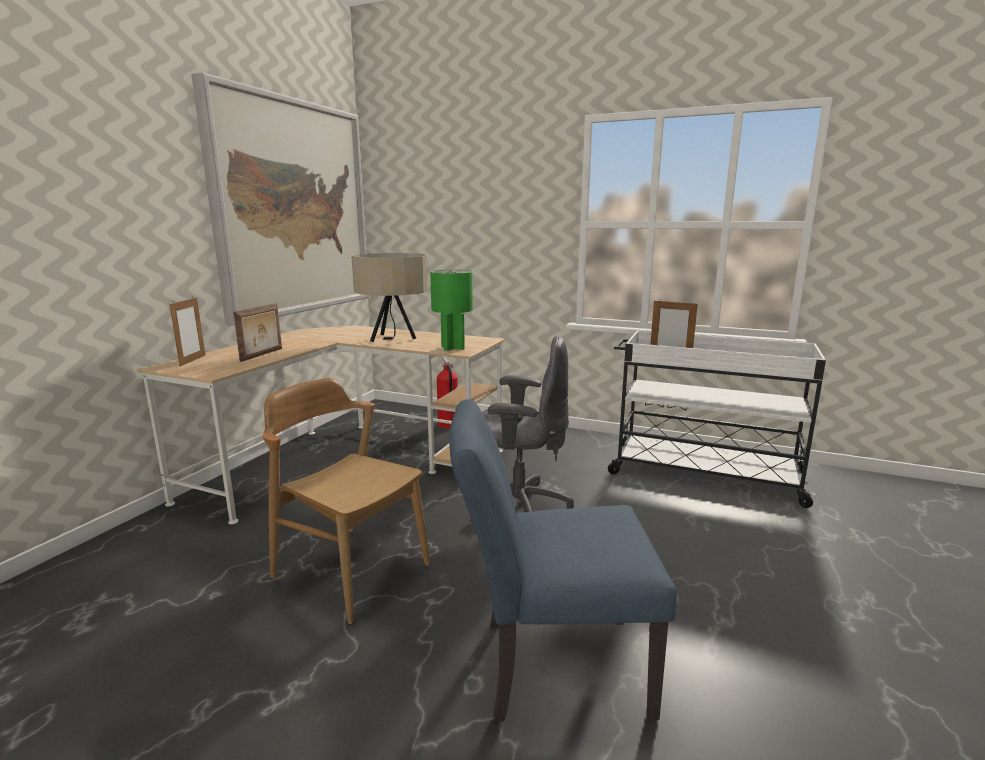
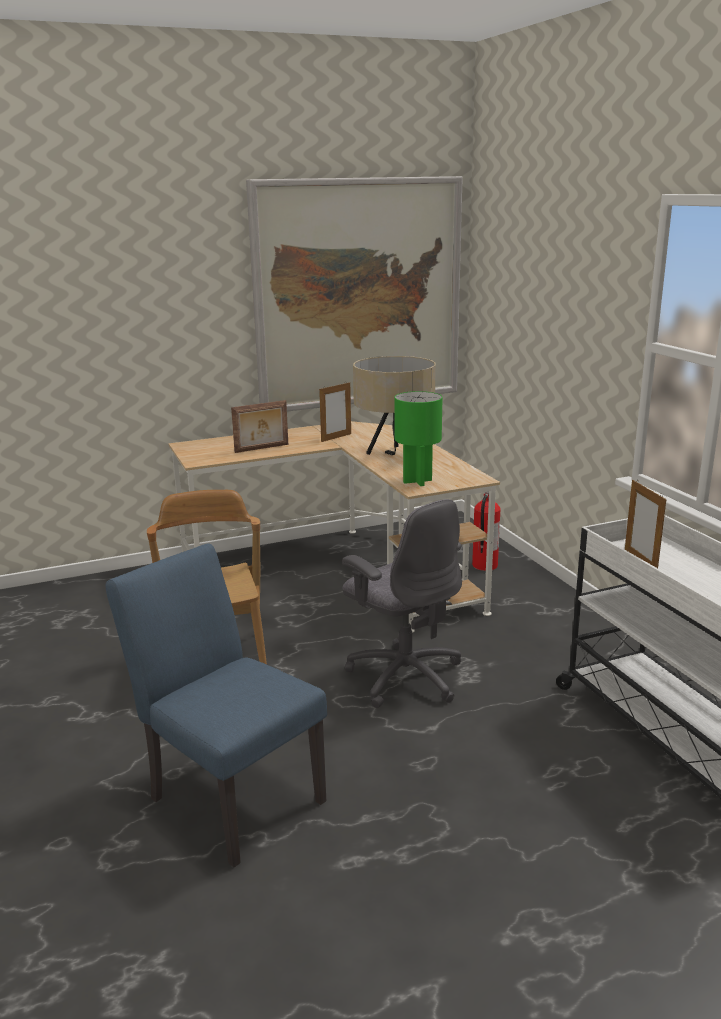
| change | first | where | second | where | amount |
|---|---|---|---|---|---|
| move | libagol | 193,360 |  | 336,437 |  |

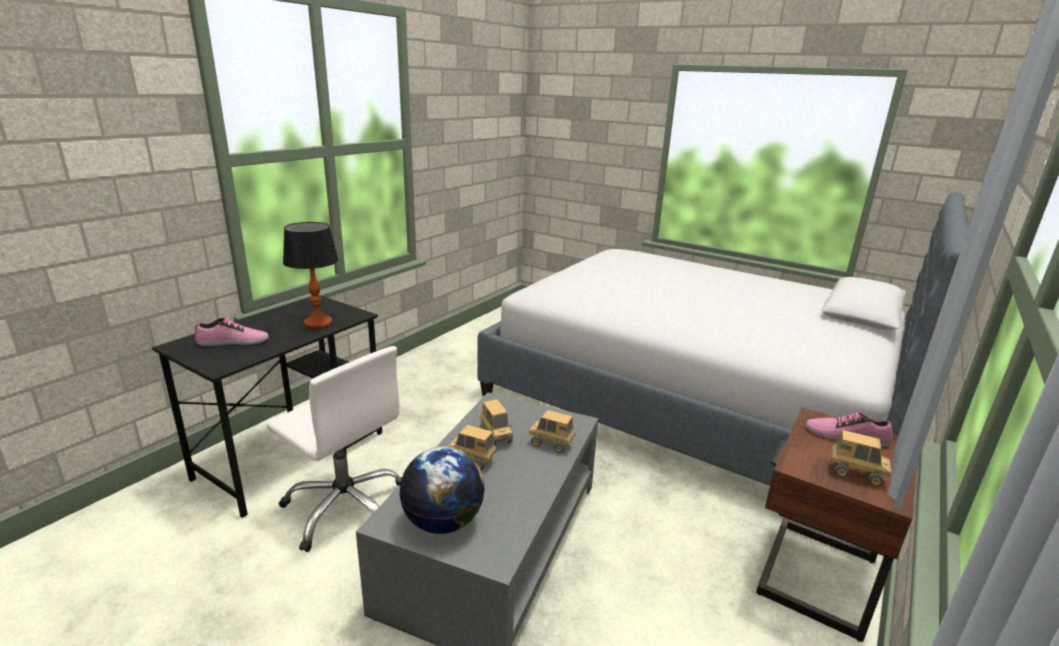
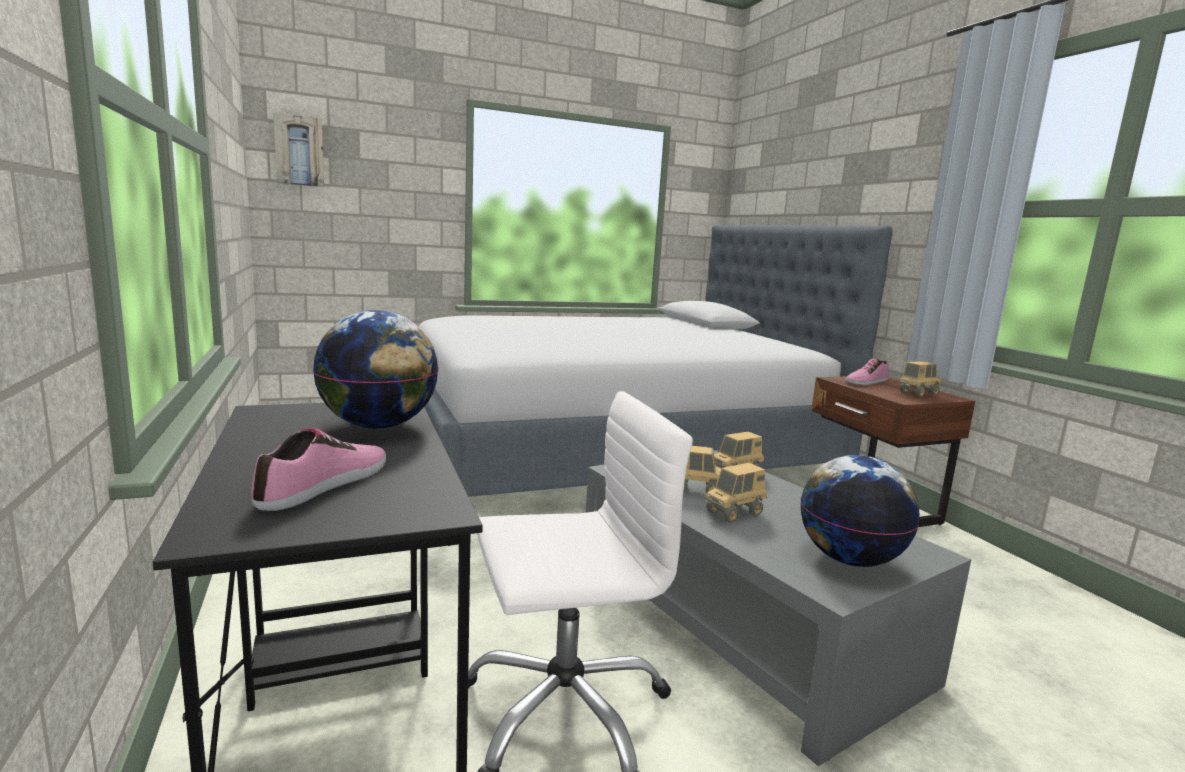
| change | first | where | second | where | amount |
|---|---|---|---|---|---|
| insert |  |  | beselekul | 299,151 |  |
| replace | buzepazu | 318,323 | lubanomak | 378,426 |  |

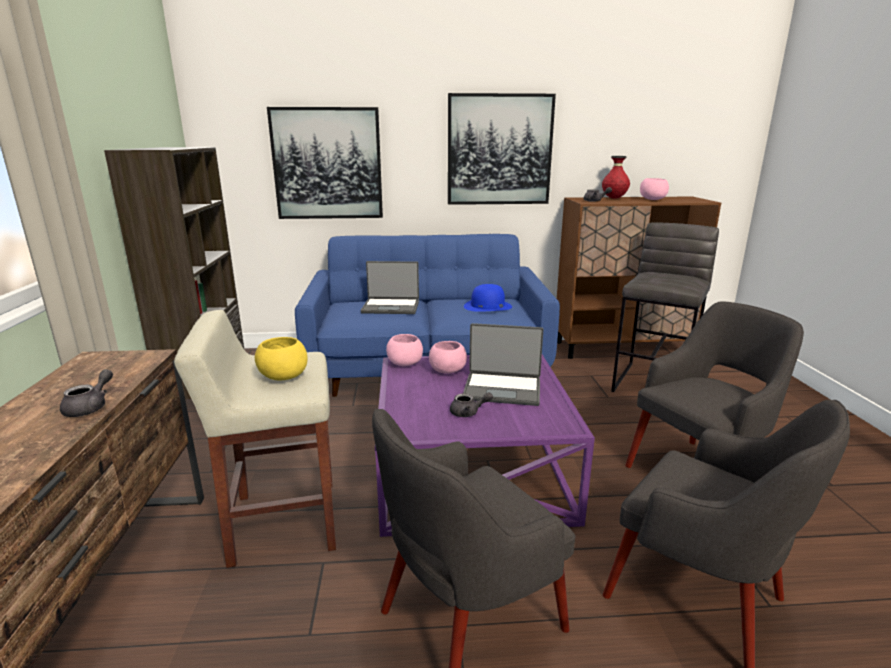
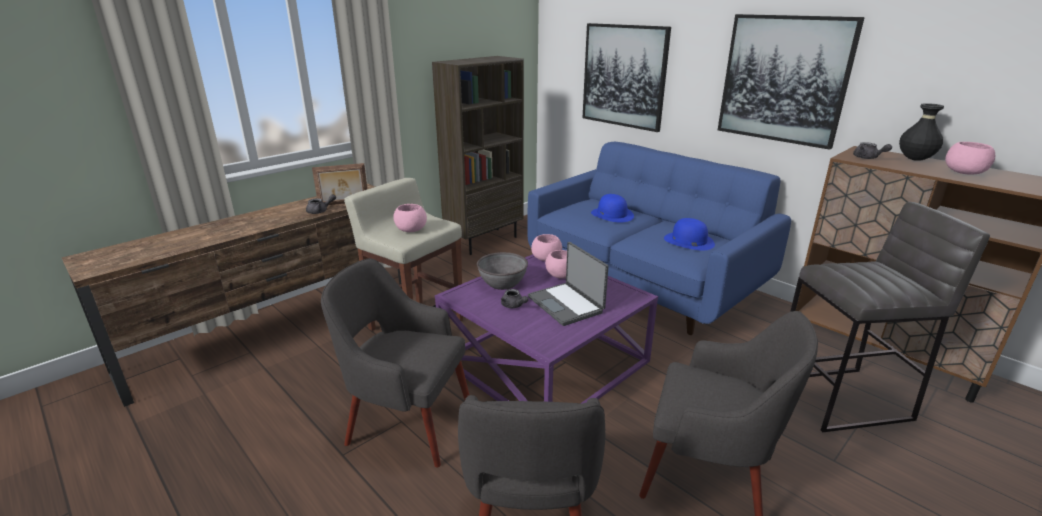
| change | first | where | second | where | amount |
|---|---|---|---|---|---|
| insert |  |  | libagol | 344,203 |  |
| insert |  |  | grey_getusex | 502,283 |  |
| replace | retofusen | 391,307 | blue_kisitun | 612,214 |  |
| recolor | yellow_getusex | 283,377 | pink_getusex | 410,230 |  |
| recolor | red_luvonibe | 614,198 | black_luvonibe | 914,160 |  |

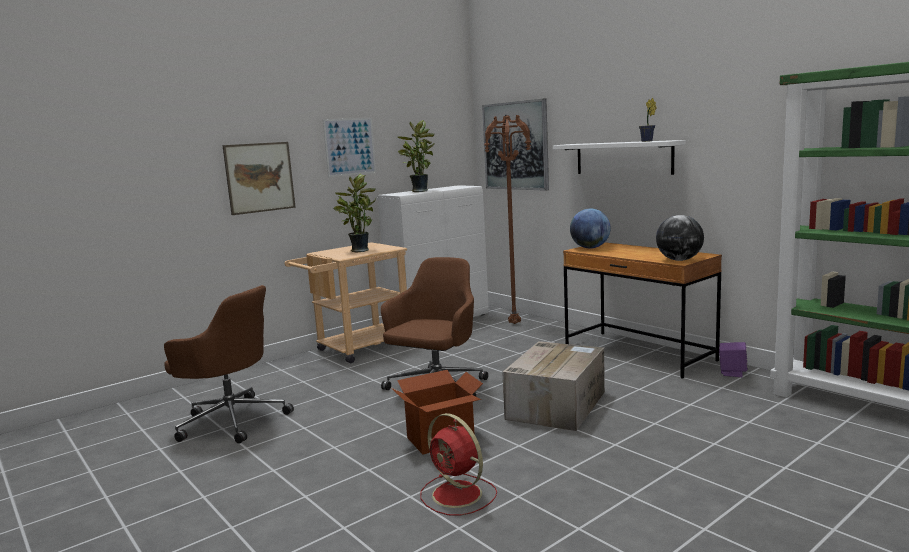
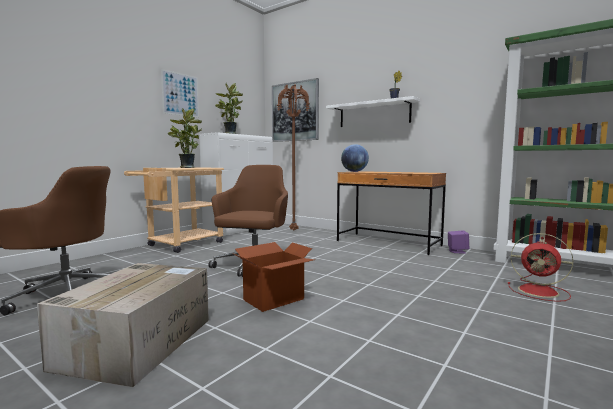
| change | first | where | second | where | amount |
|---|---|---|---|---|---|
| delete | beselekul | 260,177 |  |  |  |
| delete | lubanomak | 679,260 |  |  |  |
| move | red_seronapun | 458,495 |  | 540,291 |  |
| move | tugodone | 556,404 |  | 138,341 |  |

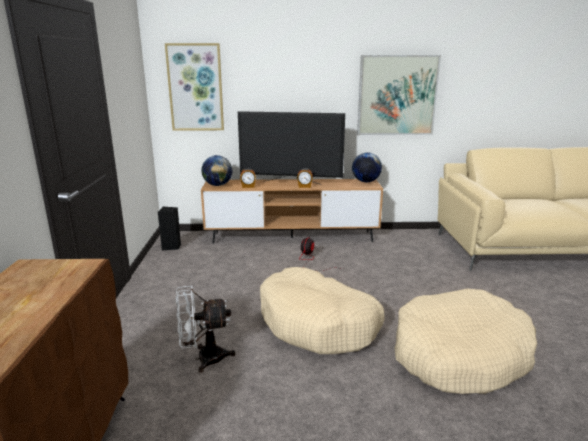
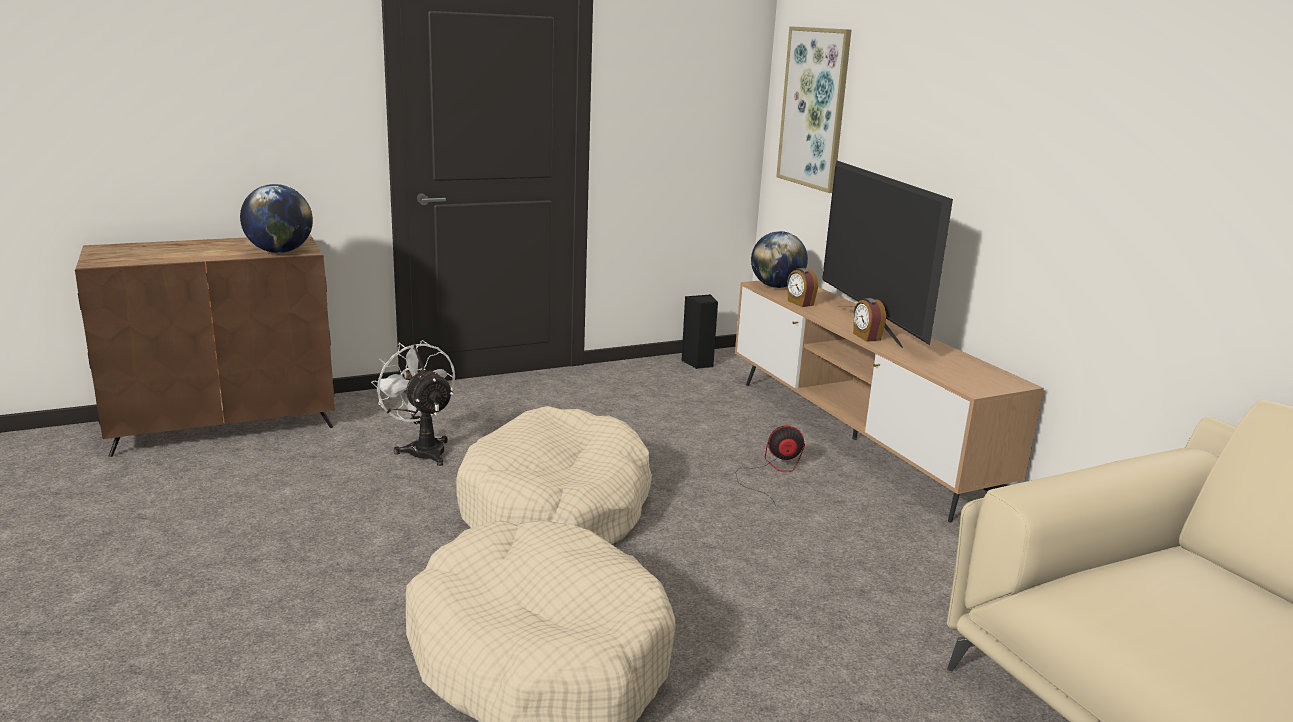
| change | first | where | second | where | amount |
|---|---|---|---|---|---|
| delete | beselekul | 397,95 |  |  |  |
| move | lubanomak | 366,181 |  | 279,252 |  |

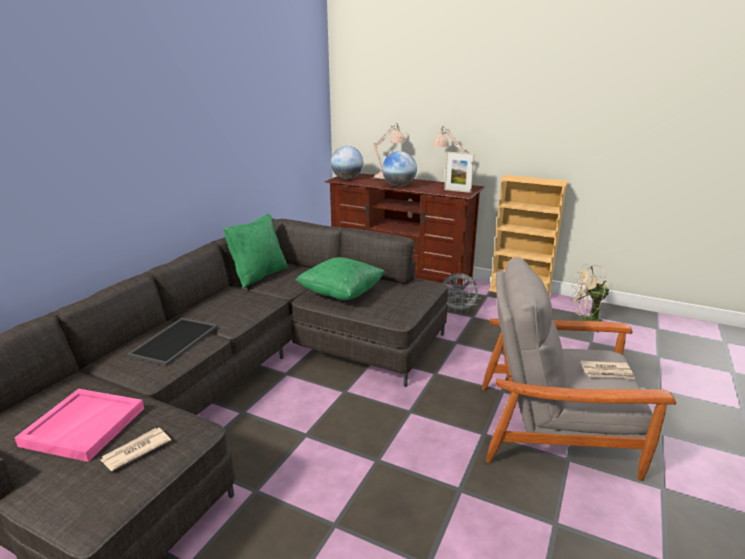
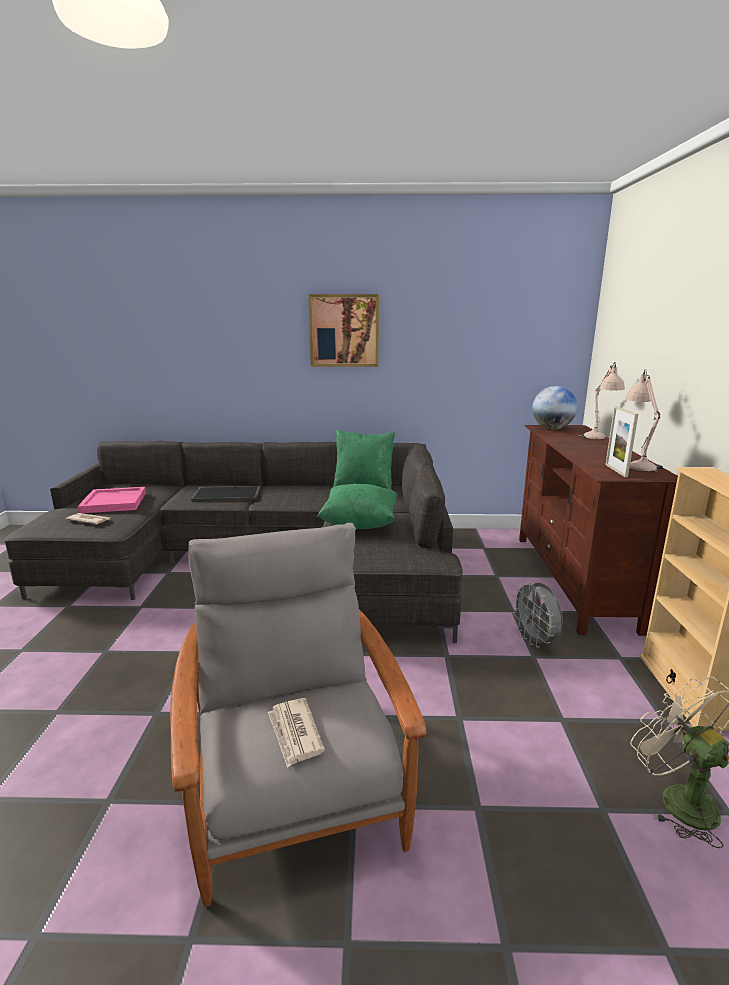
| change | first | where | second | where | amount |
|---|---|---|---|---|---|
| delete | lubanomak | 399,186 |  |  |  |
| insert |  |  | beselekul | 344,331 |  |

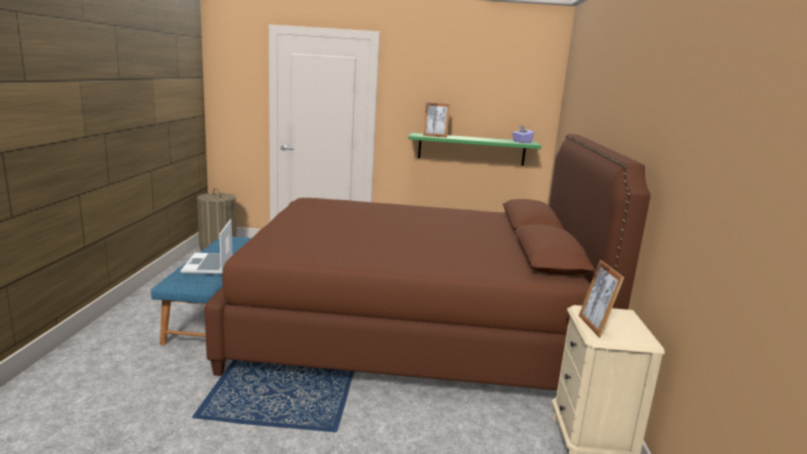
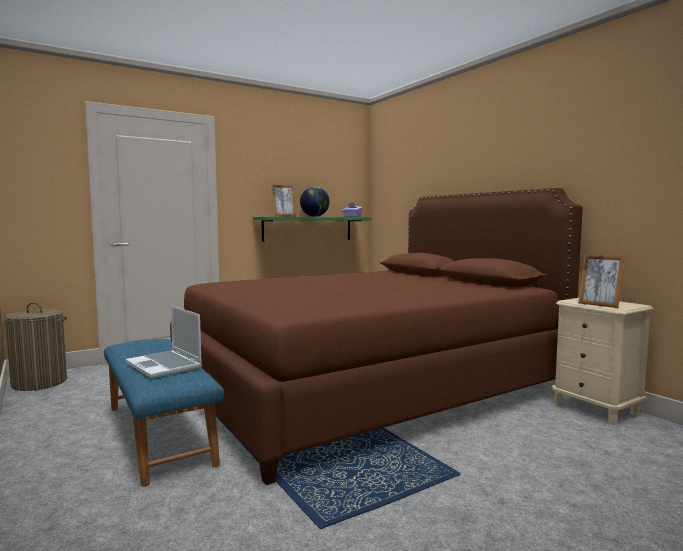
| change | first | where | second | where | amount |
|---|---|---|---|---|---|
| insert |  |  | lubanomak | 314,216 |  |

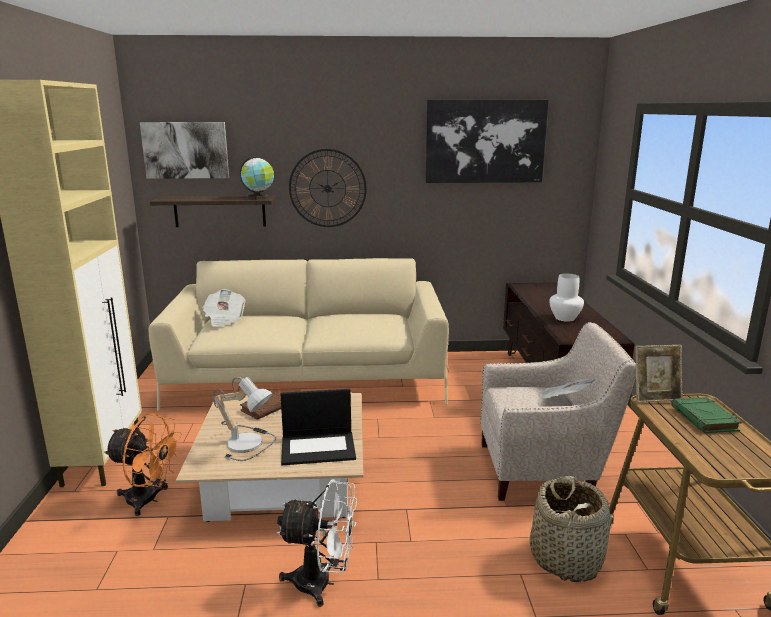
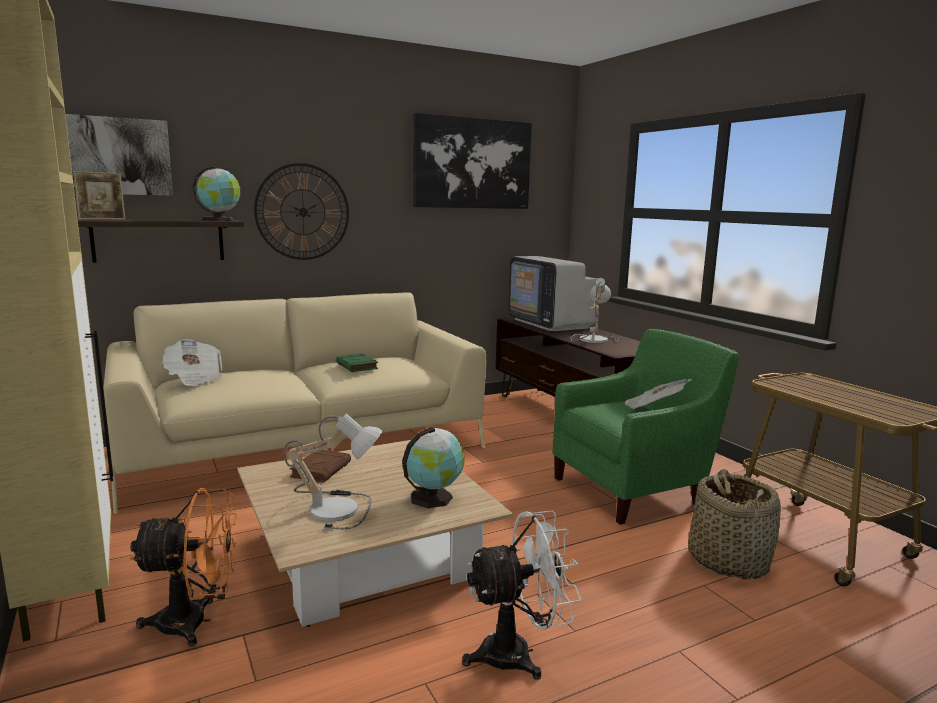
| change | first | where | second | where | amount |
|---|---|---|---|---|---|
| insert |  |  | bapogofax | 550,323 |  |
| move | libagol | 655,397 |  | 102,219 |  |
| move | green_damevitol | 705,419 |  | 357,366 |  |
| replace | retofusen | 319,448 | lubanomak | 433,497 |  |
| replace | white_luvonibe | 564,318 | buzepazu | 590,339 |  |
| recolor | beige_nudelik | 543,471 | green_nudelik | 634,490 |  |

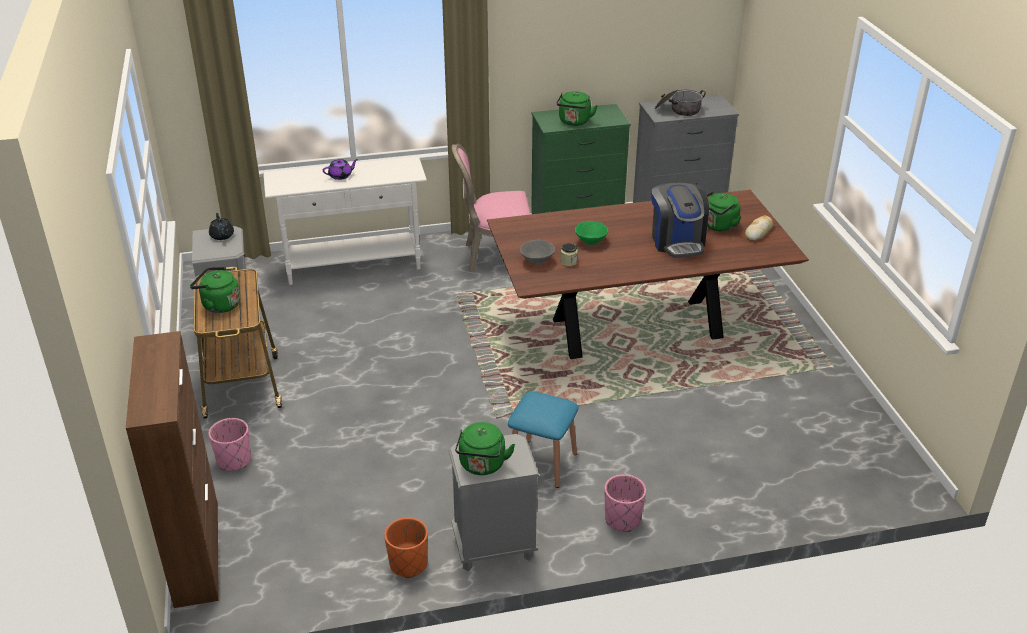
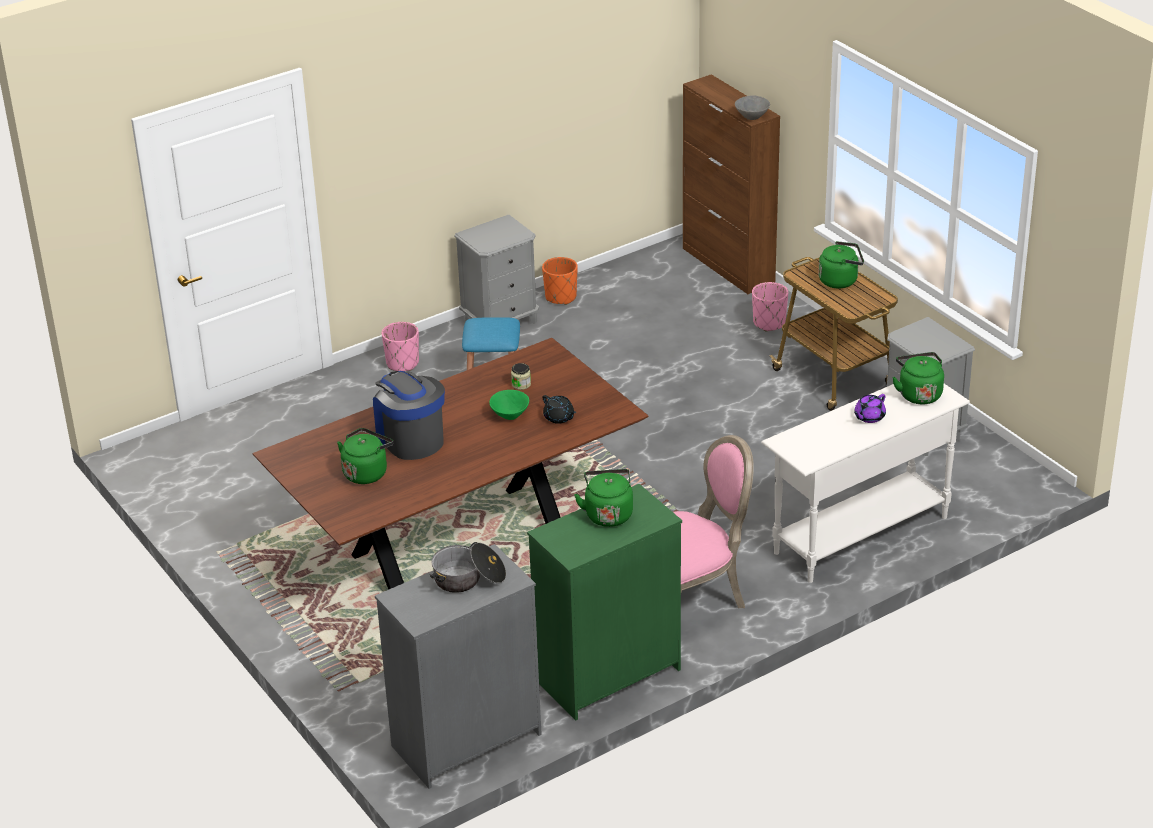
| change | first | where | second | where | amount |
|---|---|---|---|---|---|
| delete | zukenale | 758,232 |  |  |  |
| move | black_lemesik | 222,235 |  | 559,418 |  |
| move | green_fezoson | 482,466 |  | 918,394 |  |
| move | grey_getusex | 536,261 |  | 752,116 |  |

